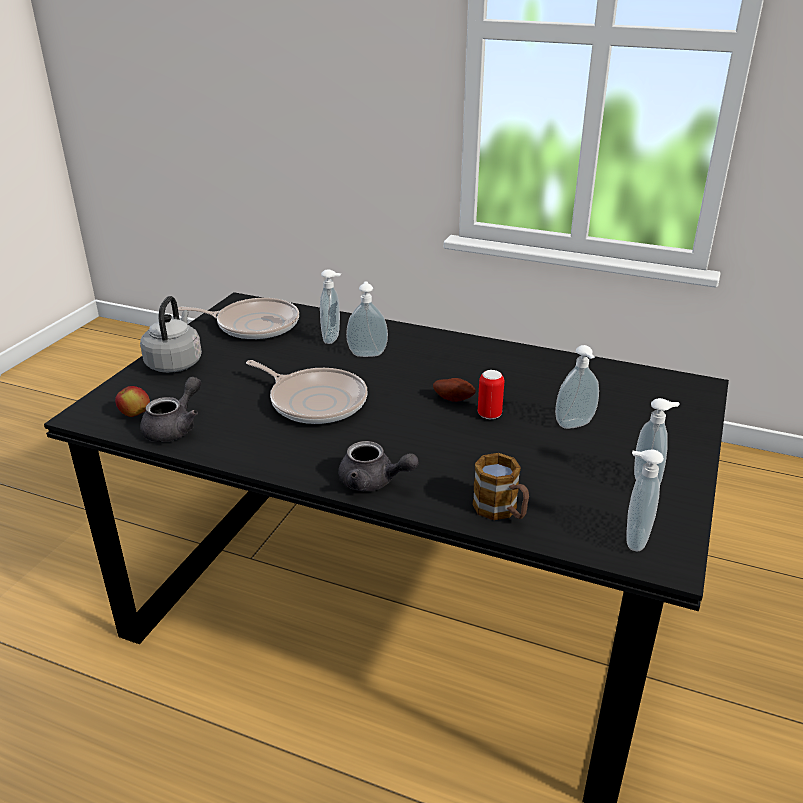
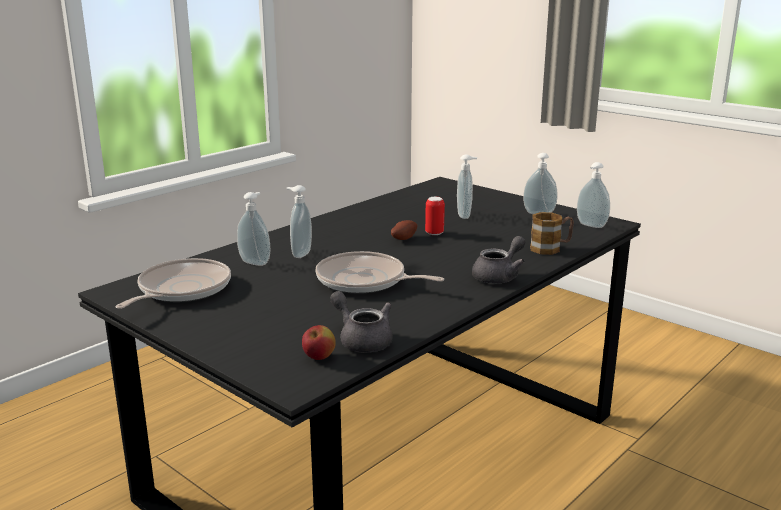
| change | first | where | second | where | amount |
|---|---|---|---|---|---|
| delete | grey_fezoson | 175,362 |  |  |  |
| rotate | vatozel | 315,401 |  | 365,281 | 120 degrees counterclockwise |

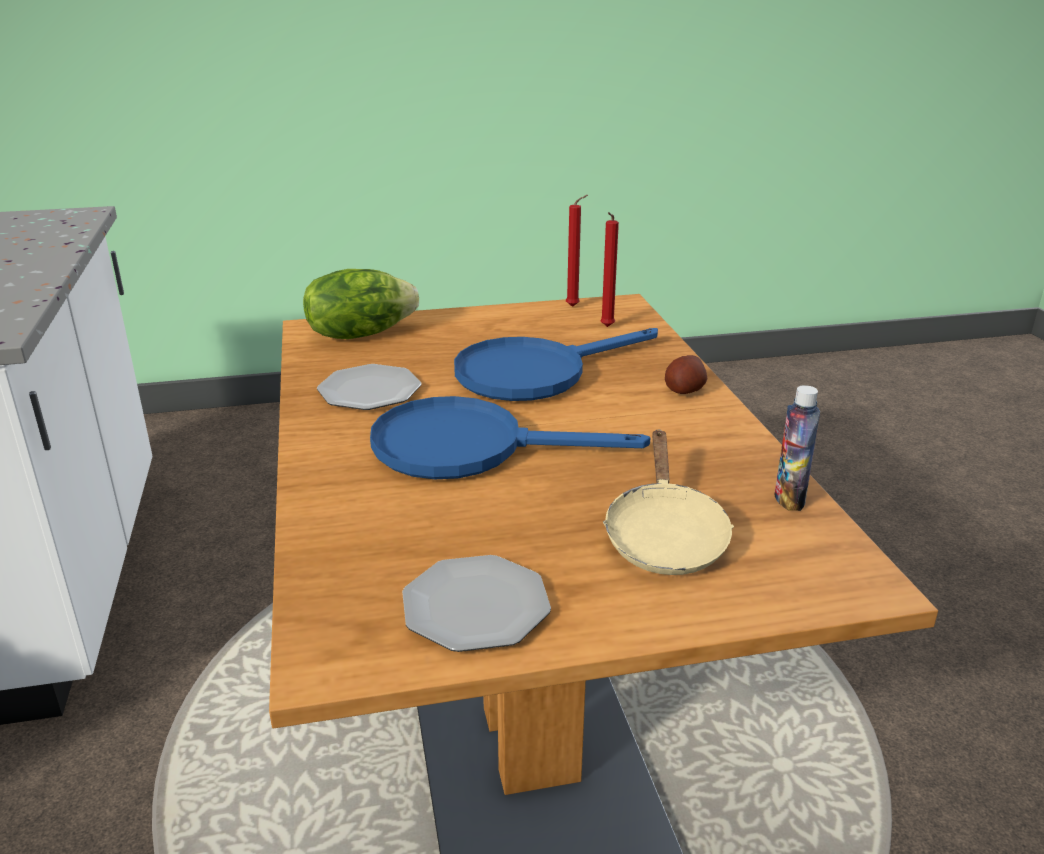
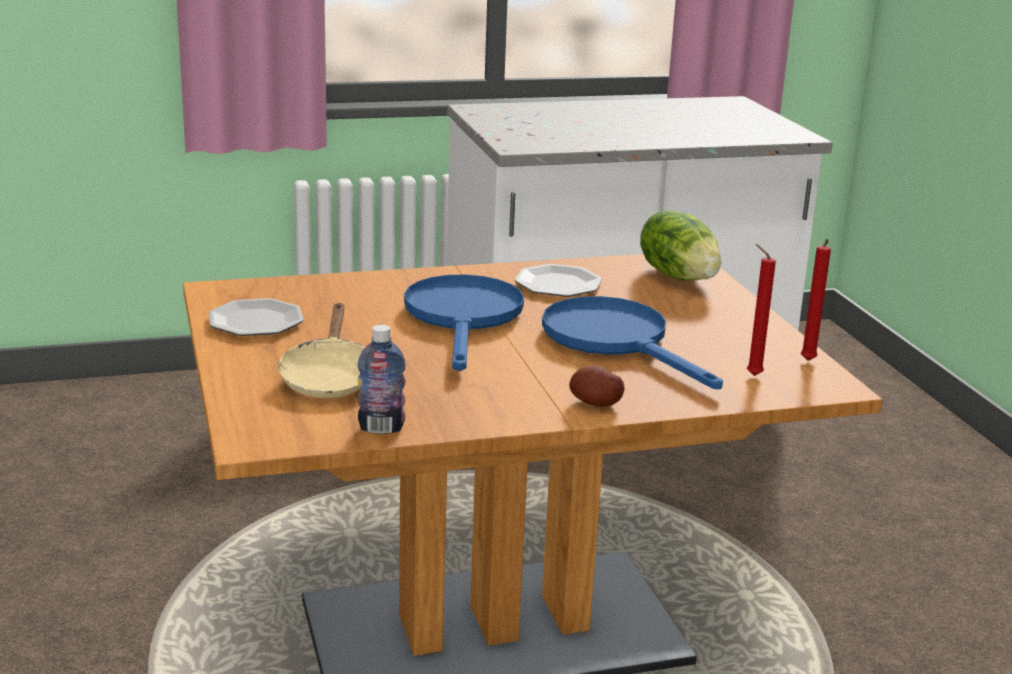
| change | first | where | second | where | amount |
|---|---|---|---|---|---|
| rotate | beige_vatozel | 664,536 |  | 328,377 | 90 degrees counterclockwise |

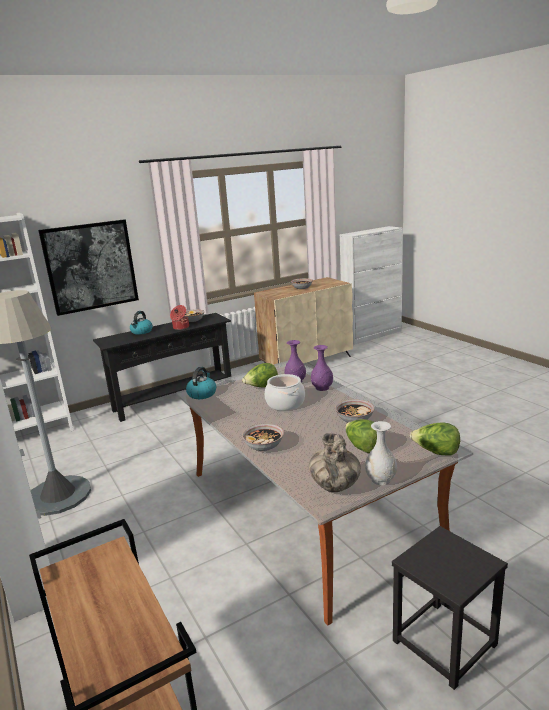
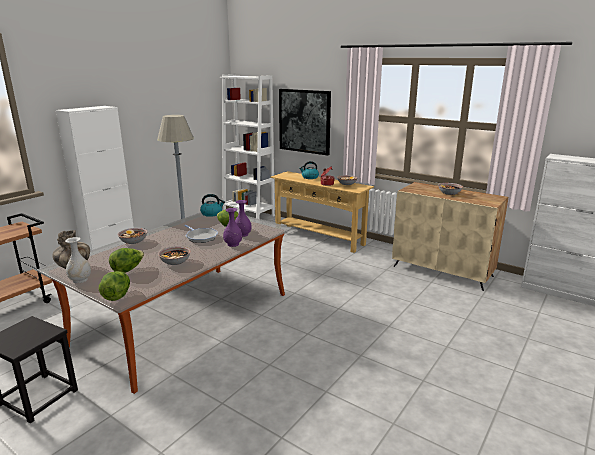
| change | first | where | second | where | amount |
|---|---|---|---|---|---|
| replace | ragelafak | 285,403 | vatozel | 201,237 |  |
| recolor | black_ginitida | 173,399 | beige_ginitida | 319,238 |  |

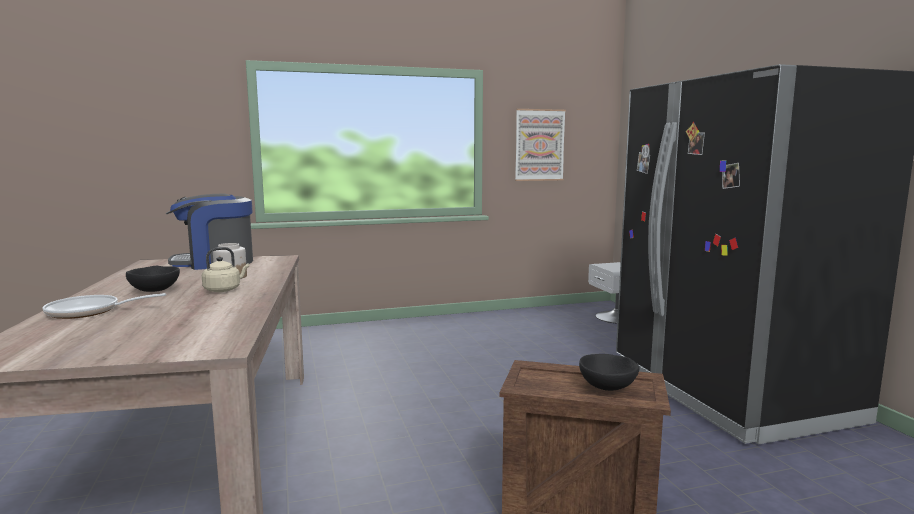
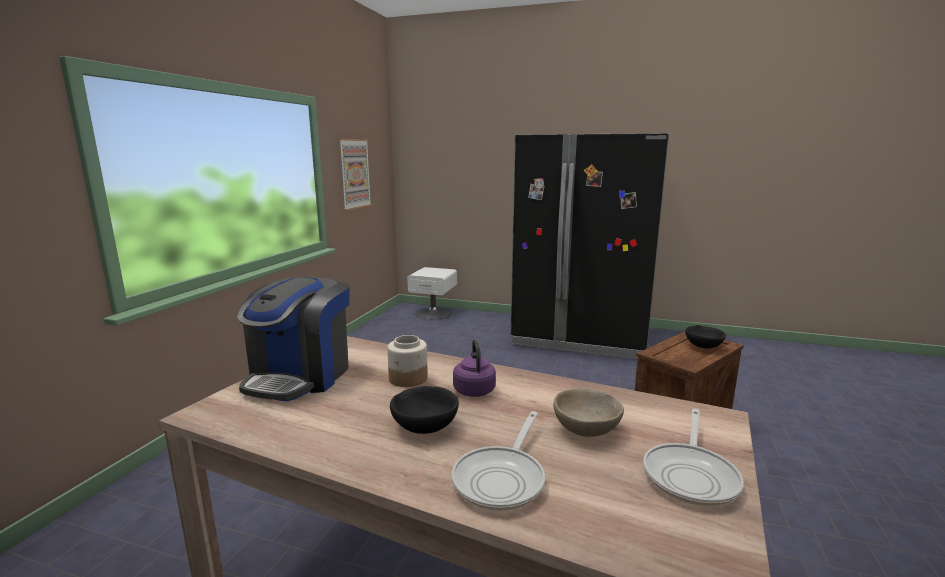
| change | first | where | second | where | amount |
|---|---|---|---|---|---|
| insert |  |  | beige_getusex | 586,430 |  |
| insert |  |  | vatozel | 691,475 |  |
| recolor | beige_fezoson | 224,289 | purple_fezoson | 474,389 |  |

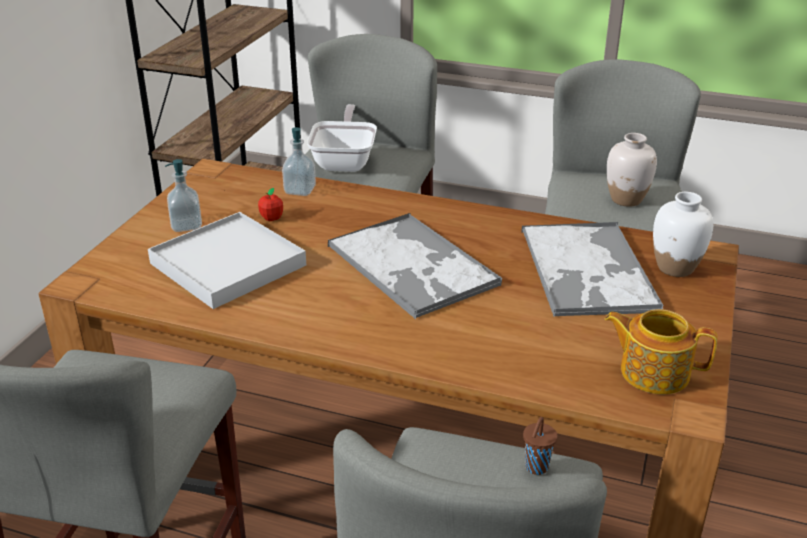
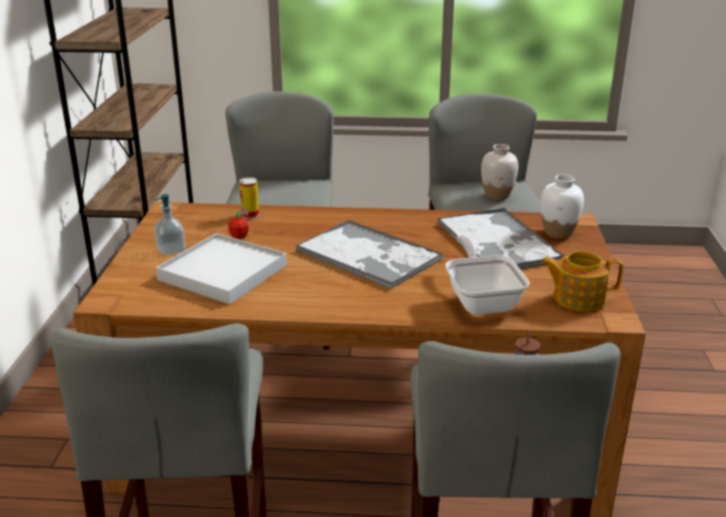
| change | first | where | second | where | amount |
|---|---|---|---|---|---|
| move | vatozel | 345,161 |  | 481,300 |  |
| replace | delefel | 300,190 | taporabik | 250,215 |  |

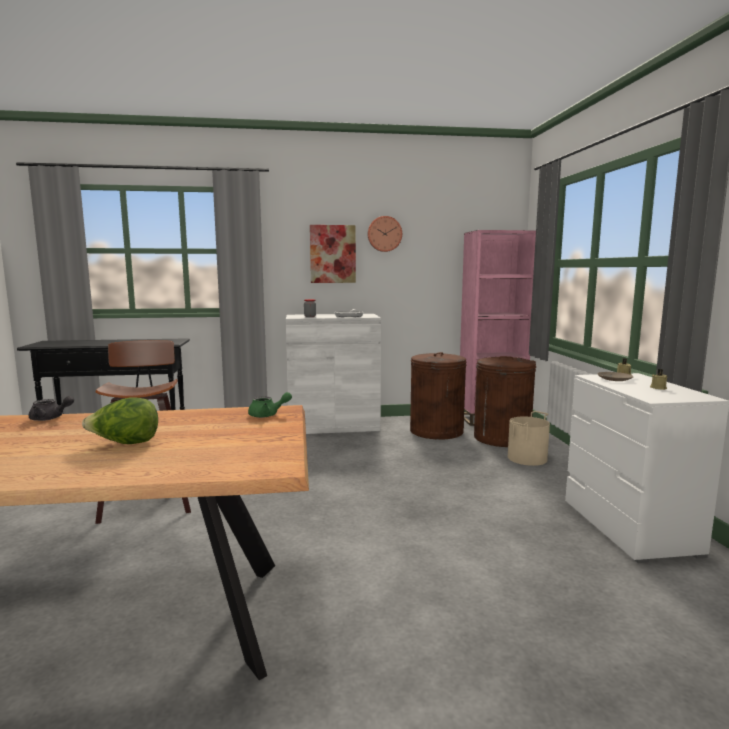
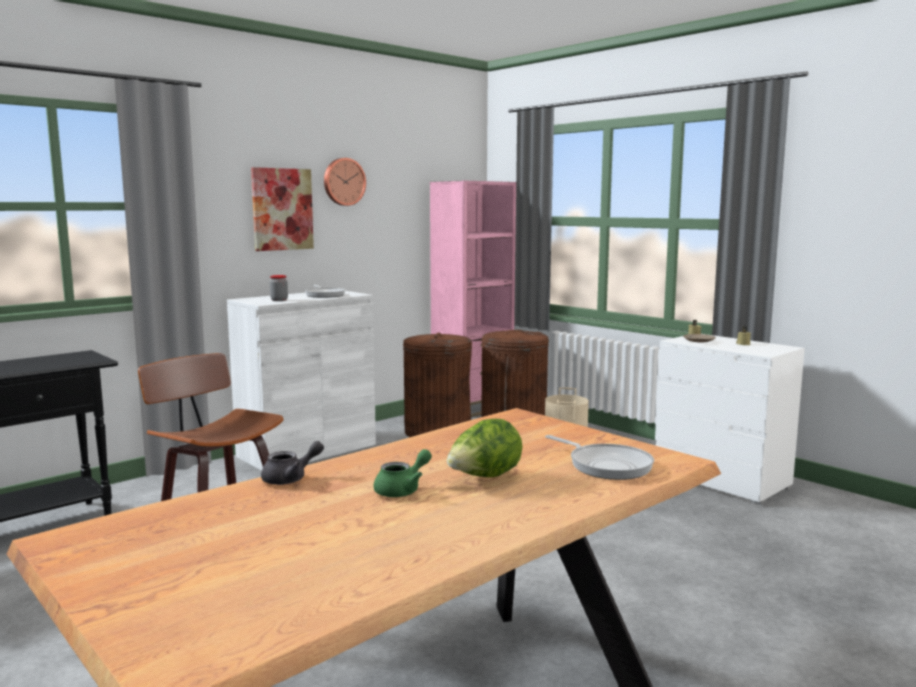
| change | first | where | second | where | amount |
|---|---|---|---|---|---|
| insert |  |  | vatozel | 606,465 |  |
| move | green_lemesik | 267,415 |  | 402,490 |  |

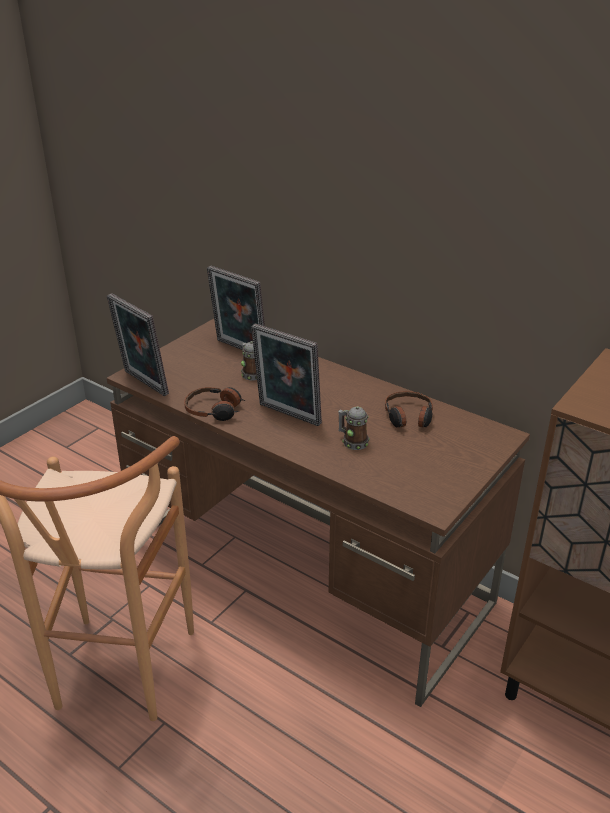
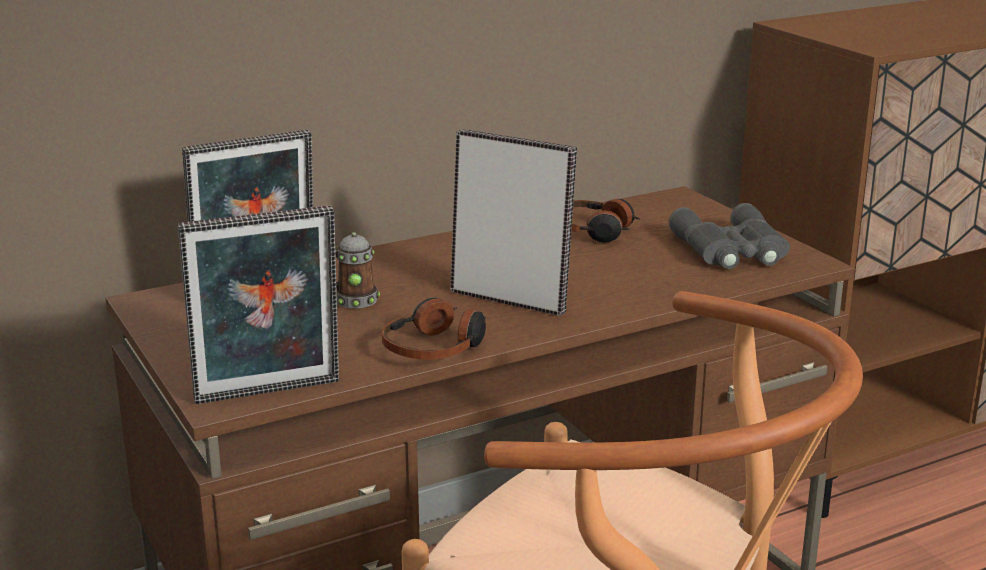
| change | first | where | second | where | amount |
|---|---|---|---|---|---|
| delete | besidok | 352,442 |  |  |  |
| insert |  |  | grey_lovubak | 730,250 |  |
| rotate | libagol | 287,416 |  | 510,299 | 120 degrees counterclockwise |

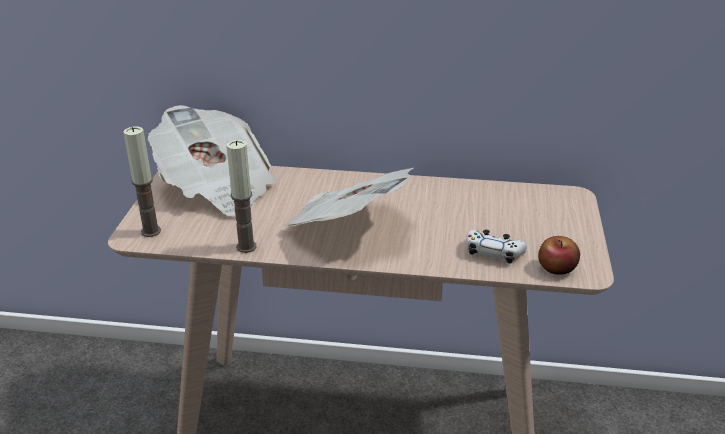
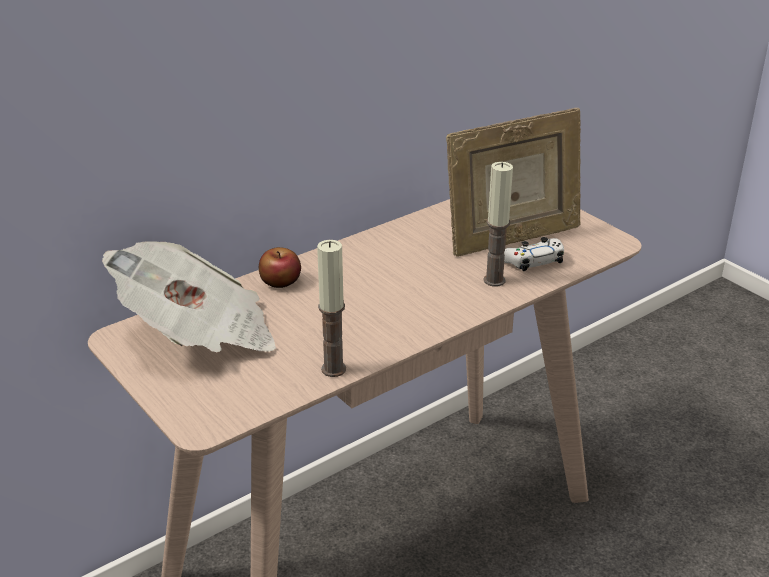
| change | first | where | second | where | amount |
|---|---|---|---|---|---|
| delete | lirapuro | 347,226 |  |  |  |
| insert |  |  | libagol | 512,240 |  |
| move | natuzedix | 151,231 |  | 494,280 |  |
| move | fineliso | 557,268 |  | 280,281 |  |

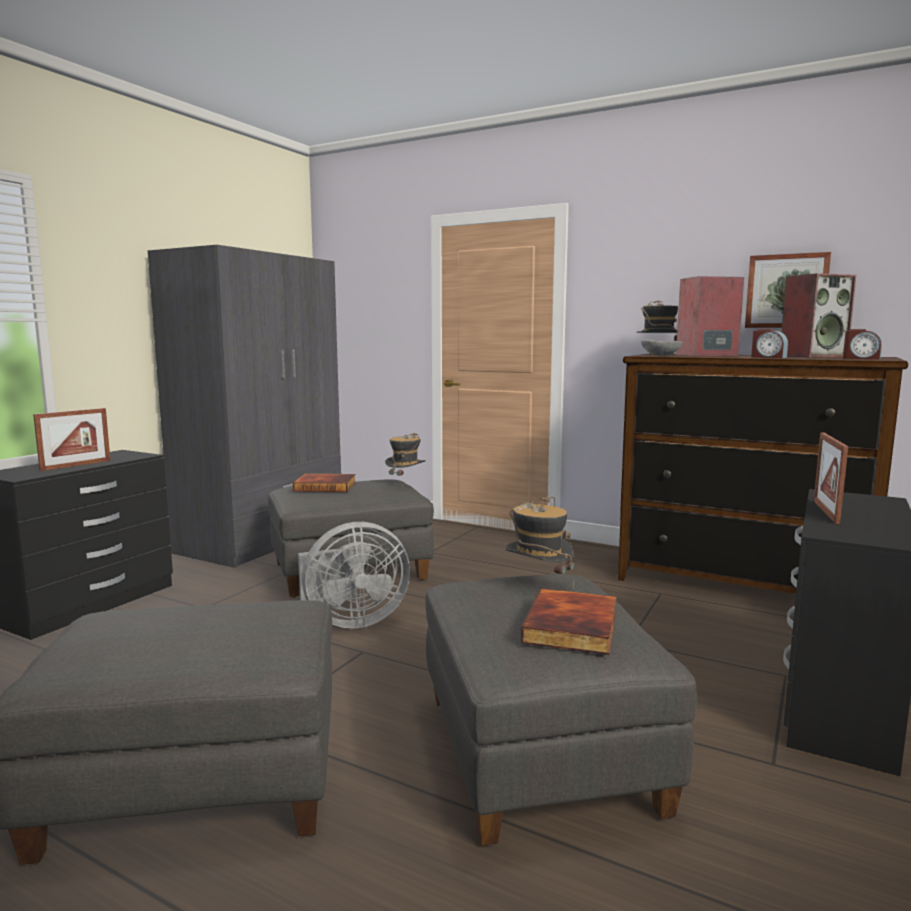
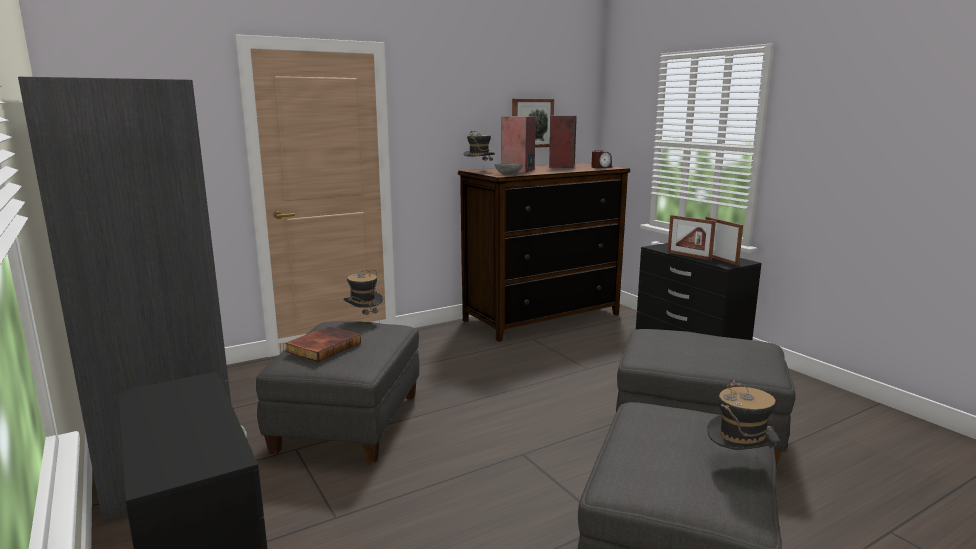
| change | first | where | second | where | amount |
|---|---|---|---|---|---|
| delete | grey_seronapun | 351,620 |  |  |  |
| delete | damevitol | 573,627 |  |  |  |
| delete | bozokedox | 768,357 |  |  |  |
| move | libagol | 76,465 |  | 719,259 |  |
| move | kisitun | 538,584 |  | 739,466 |  |

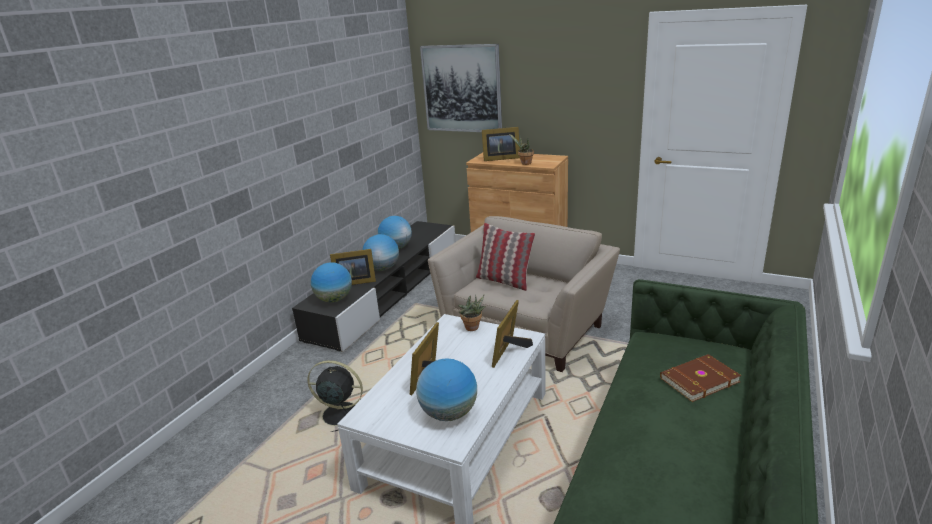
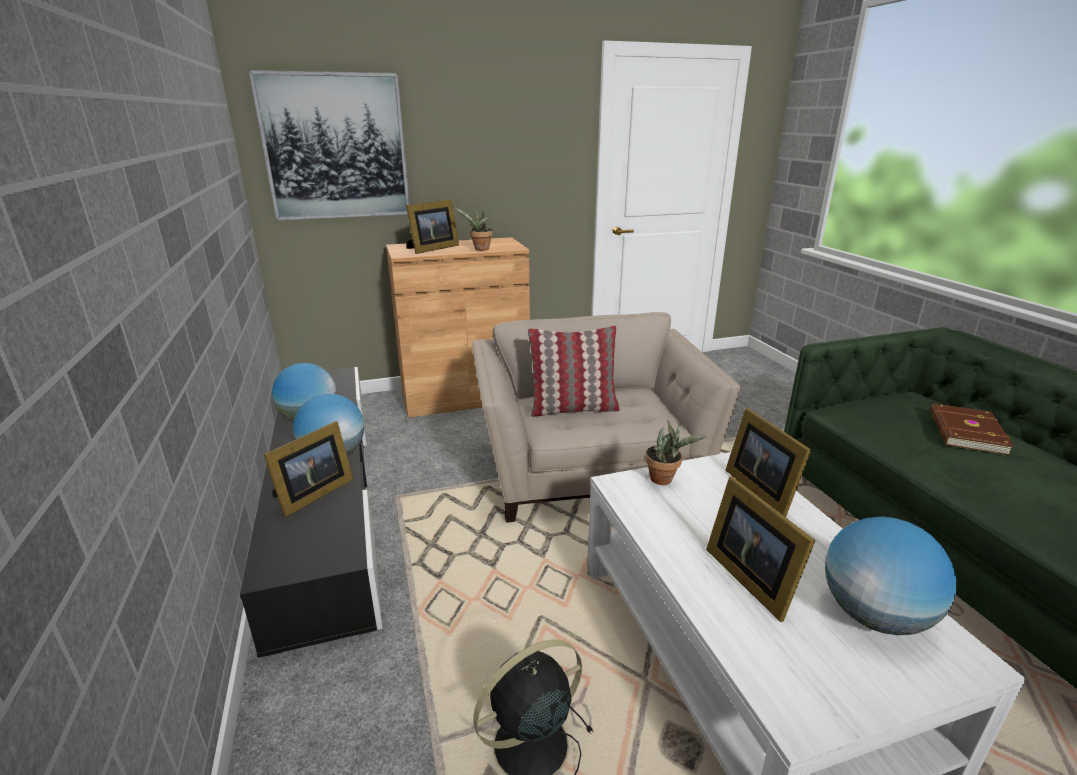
| change | first | where | second | where | amount |
|---|---|---|---|---|---|
| delete | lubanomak | 334,300 |  |  |  |

